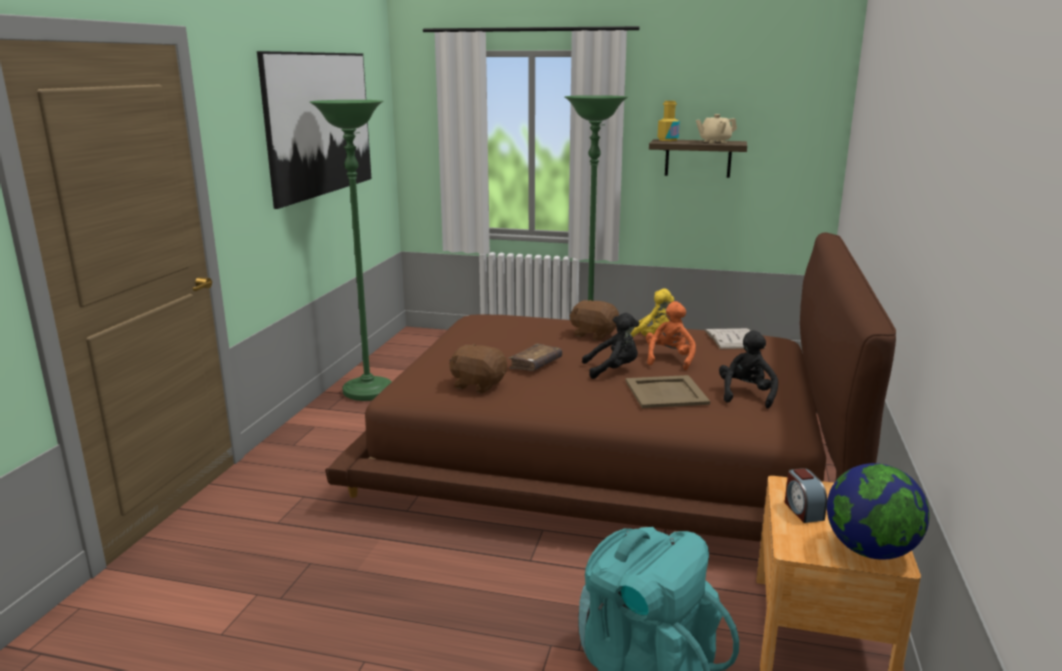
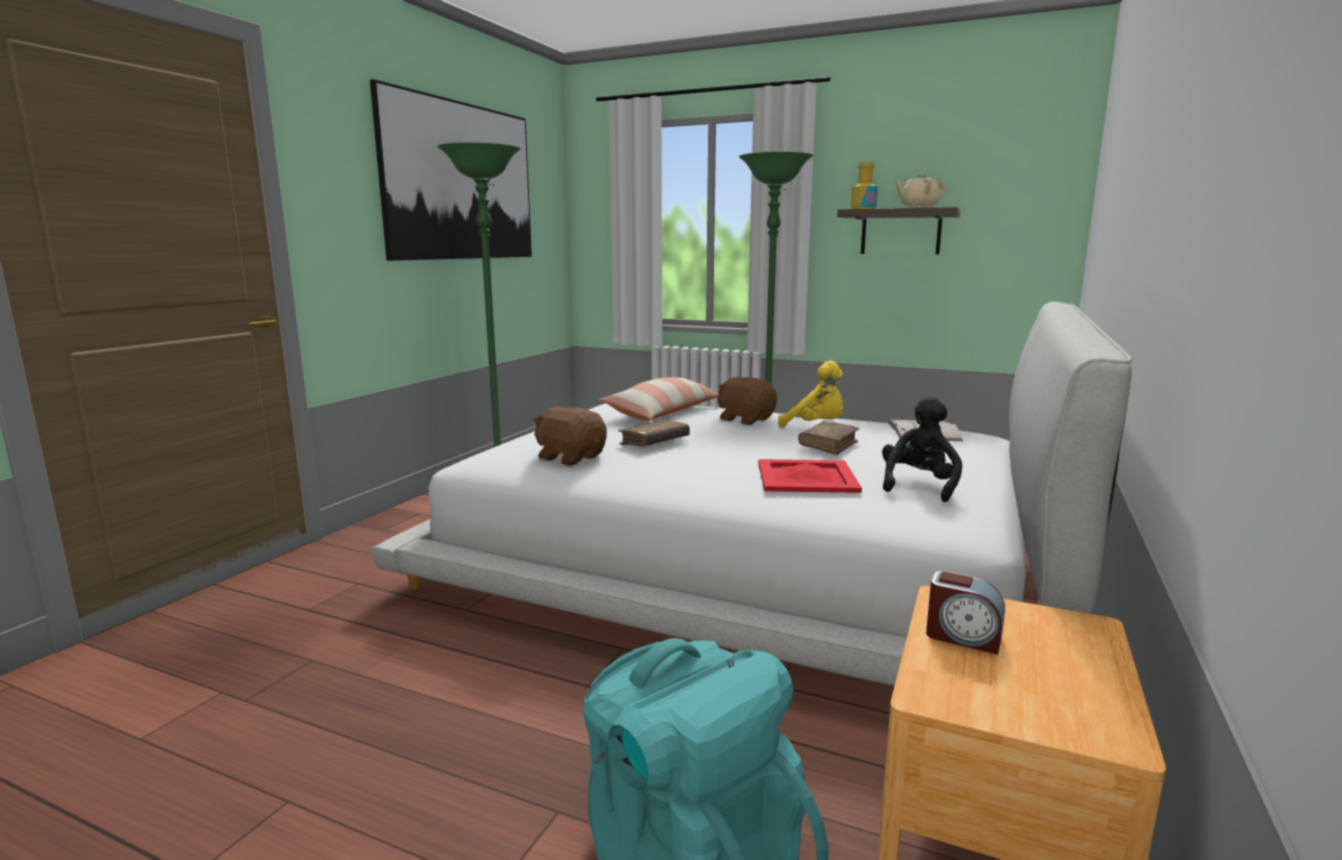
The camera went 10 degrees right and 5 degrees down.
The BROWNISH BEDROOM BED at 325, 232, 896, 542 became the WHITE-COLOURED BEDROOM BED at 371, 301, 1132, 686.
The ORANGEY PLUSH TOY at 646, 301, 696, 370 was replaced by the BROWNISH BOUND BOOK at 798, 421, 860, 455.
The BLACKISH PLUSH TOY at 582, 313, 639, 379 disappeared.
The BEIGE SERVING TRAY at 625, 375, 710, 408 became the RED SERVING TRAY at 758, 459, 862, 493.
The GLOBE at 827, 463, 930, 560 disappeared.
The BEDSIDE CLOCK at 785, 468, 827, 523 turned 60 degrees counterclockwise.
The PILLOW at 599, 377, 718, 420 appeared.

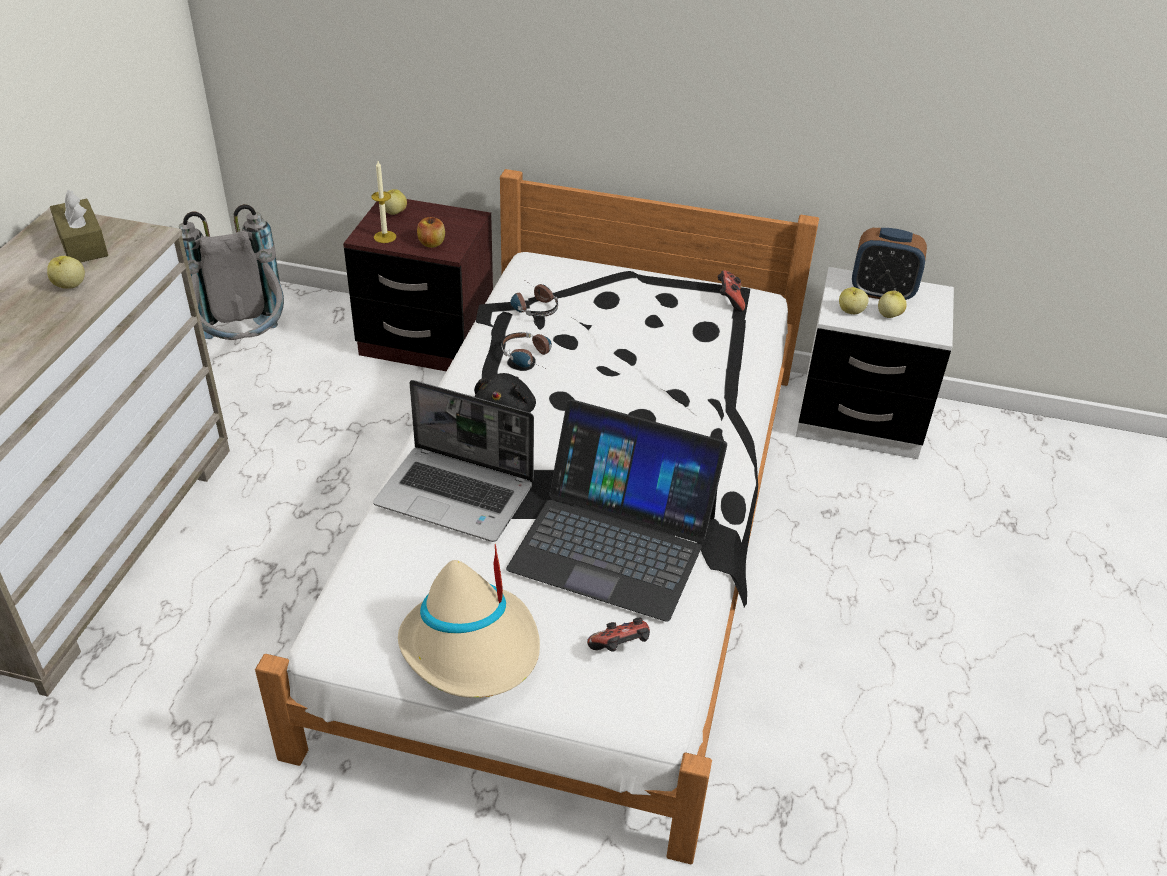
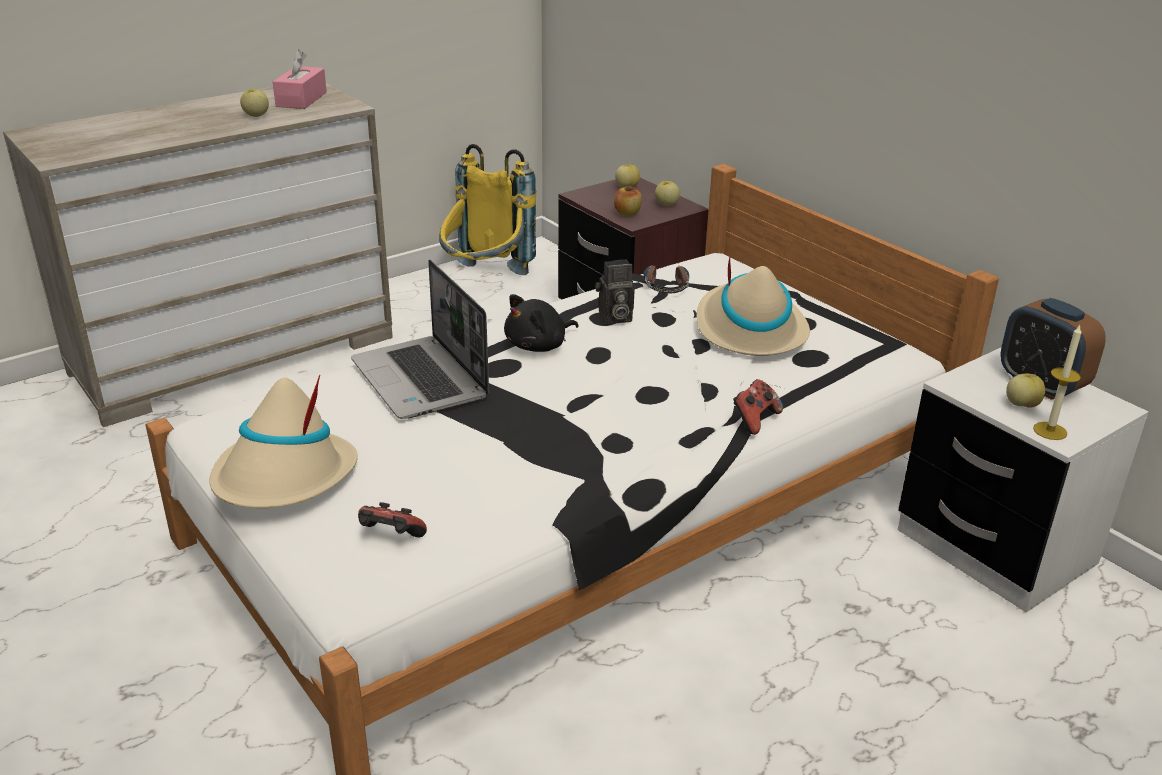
The camera went 40 degrees right and 10 degrees down.
The WAX CANDLE moved from 371, 161, 396, 243 to 1033, 325, 1082, 440.
The BROWNISH BOX OF TISSUES at 50, 190, 108, 262 became the PINK BOX OF TISSUES at 273, 50, 327, 109.
The GRAY RUCKSACK at 179, 204, 284, 340 became the YELLOW-COLOURED RUCKSACK at 439, 144, 536, 275.
The GAMEPAD moved from 717, 270, 745, 312 to 733, 379, 783, 435.
The APPLE FRUIT moved from 839, 287, 869, 314 to 655, 181, 680, 206.
The HEADPHONES at 501, 332, 552, 368 was replaced by the PHOTO CAMERA at 595, 260, 635, 324.
The LAPTOP at 506, 399, 727, 622 disappeared.
The BEIGE CLOTHING HAT at 697, 256, 810, 356 appeared.

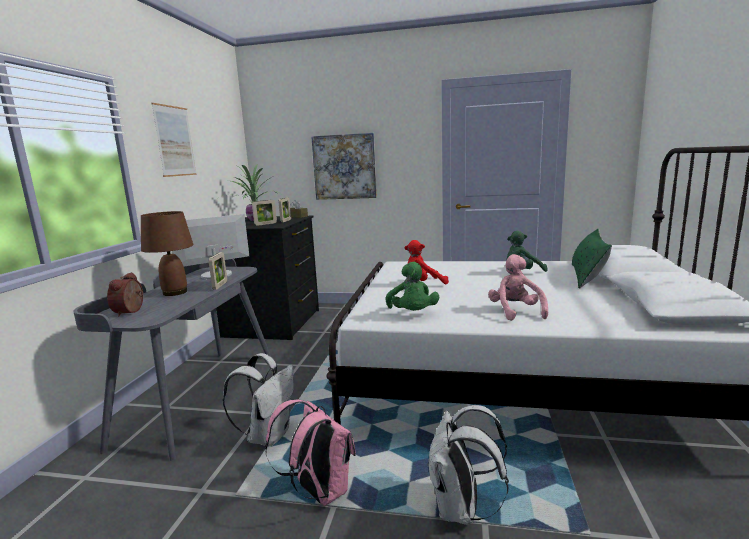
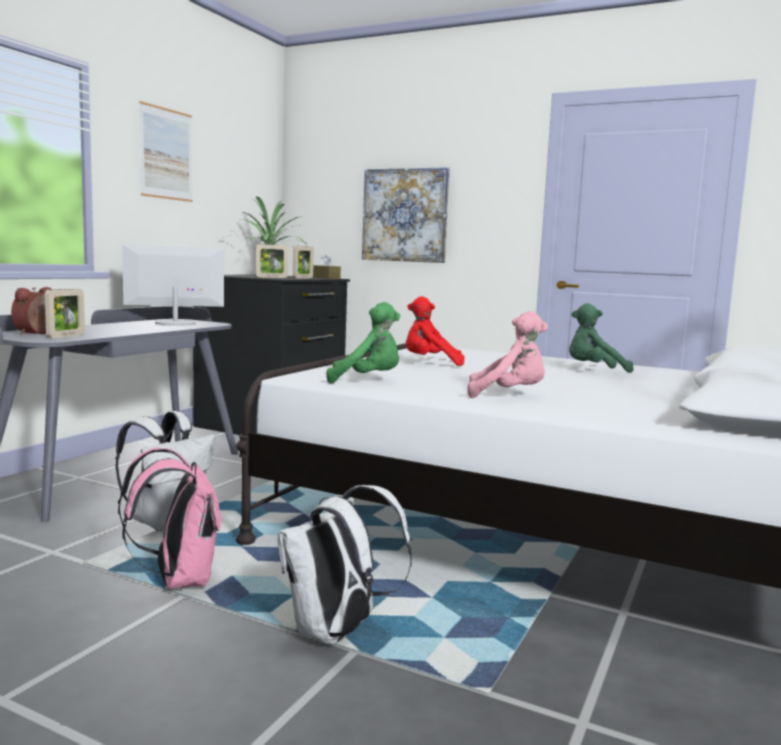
The camera went 15 degrees right and 5 degrees down.
The BROWNISH LAMP FOR A TABLE at 141, 211, 193, 296 disappeared.
The GREEN PILLOW at 572, 229, 612, 289 disappeared.
The STANDING FRAME moved from 208, 252, 227, 290 to 45, 289, 85, 338.
The PINK PLUSH TOY at 488, 254, 548, 321 turned 90 degrees clockwise.
The GREEN PLUSH TOY at 385, 262, 439, 311 turned 90 degrees counterclockwise.

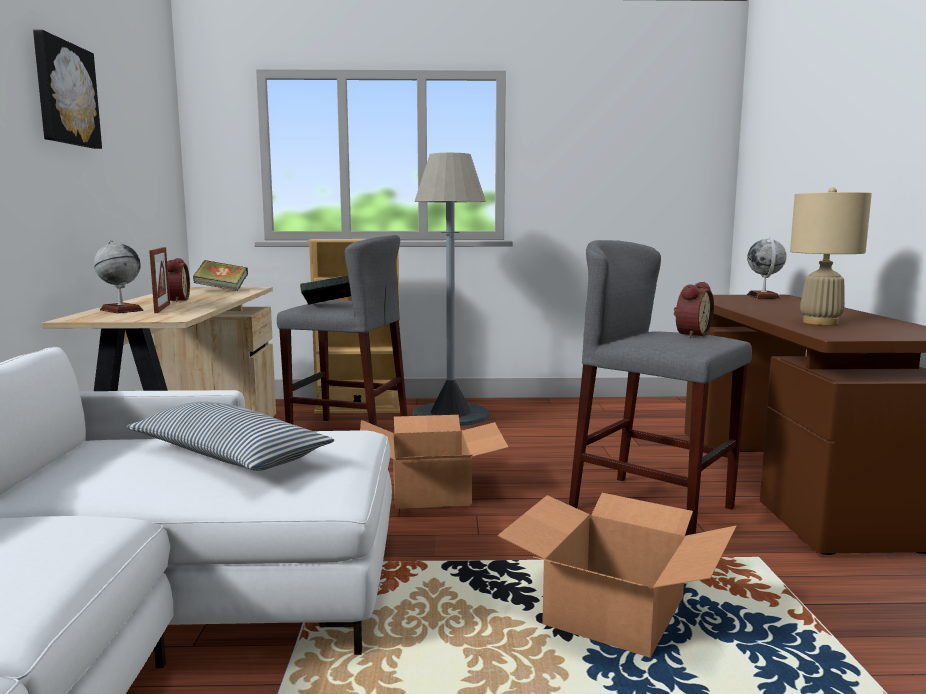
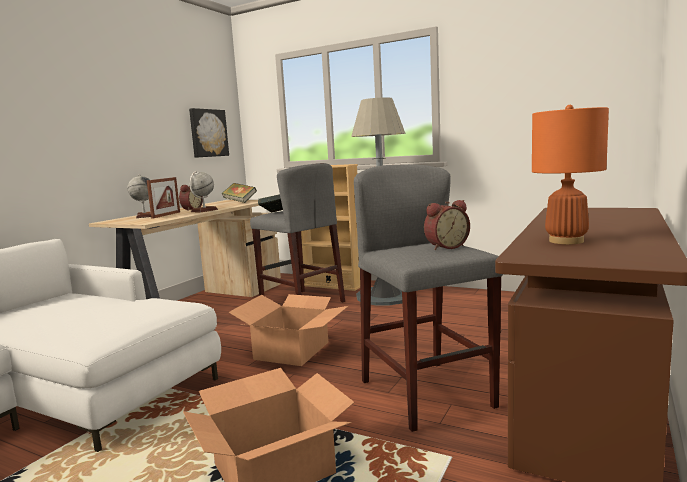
The camera went 30 degrees right and 0 degrees up.
The WALL ART moved from 33, 30, 102, 149 to 189, 108, 229, 158.
The BEIGE LAMP FOR A TABLE at 790, 187, 872, 325 became the ORANGEY LAMP FOR A TABLE at 532, 105, 609, 244.
The GLOBE moved from 747, 237, 787, 299 to 189, 171, 218, 213.
The PILLOW at 127, 402, 334, 471 disappeared.

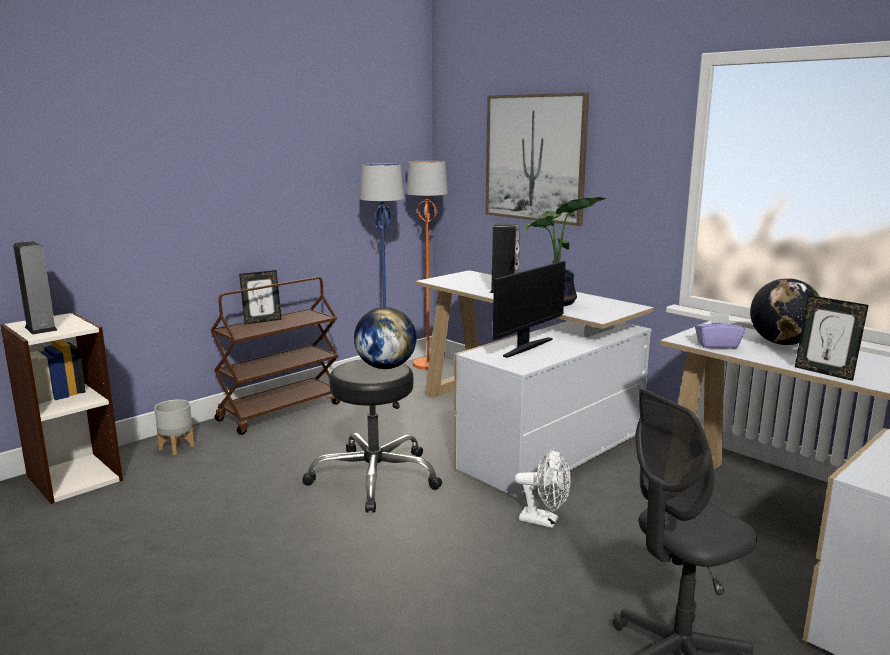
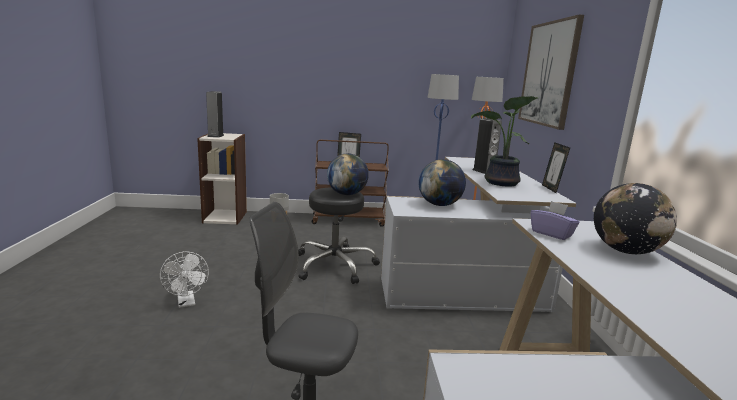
The camera went 40 degrees right and 0 degrees up.
The COMPUTER SCREEN at 493, 261, 566, 358 was replaced by the GLOBE at 419, 159, 466, 206.
The STANDING FRAME moved from 795, 295, 869, 381 to 542, 142, 570, 193.
The WHITE-COLOURED COOLING FAN moved from 515, 448, 571, 528 to 160, 252, 209, 308.

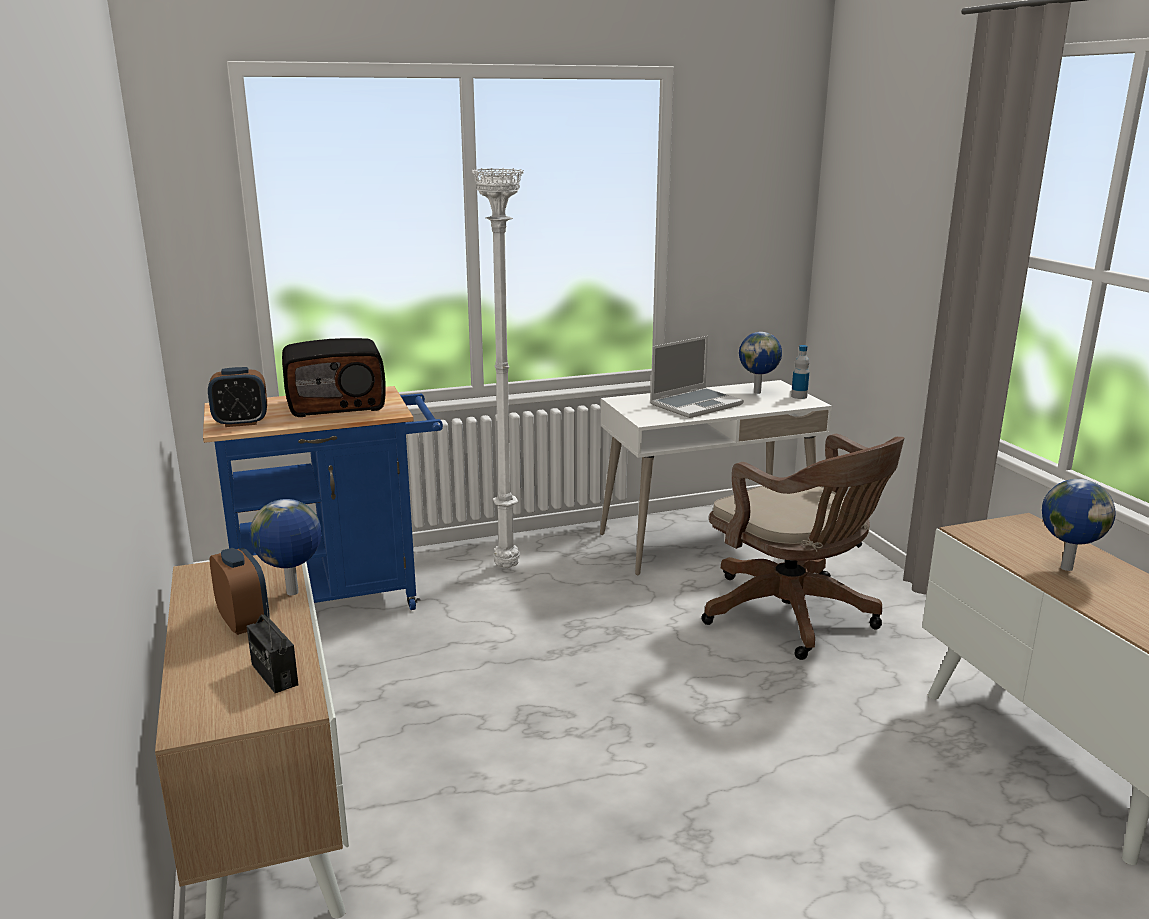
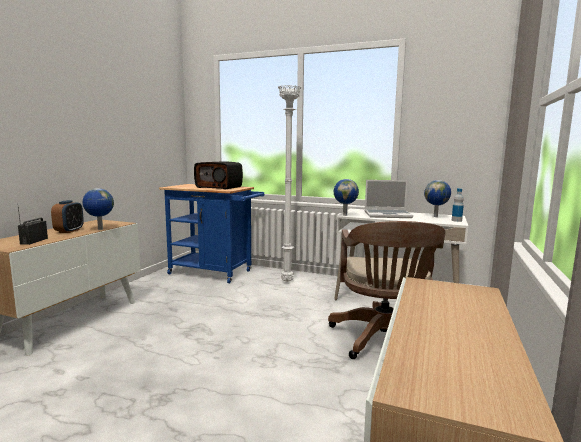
The camera went 40 degrees right and 10 degrees down.
The BEDSIDE CLOCK at 208, 367, 267, 427 disappeared.
The GLOBE moved from 1042, 479, 1116, 571 to 334, 179, 359, 216.

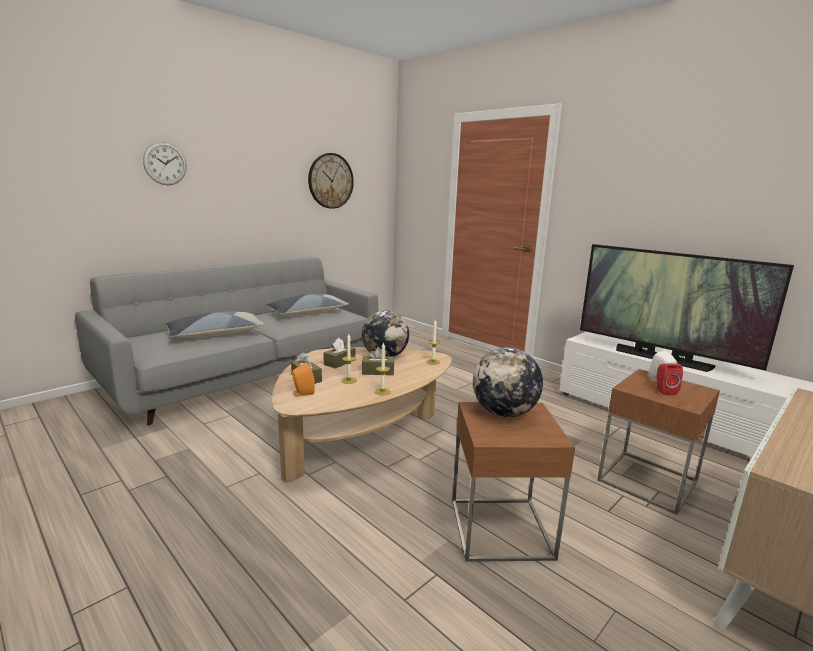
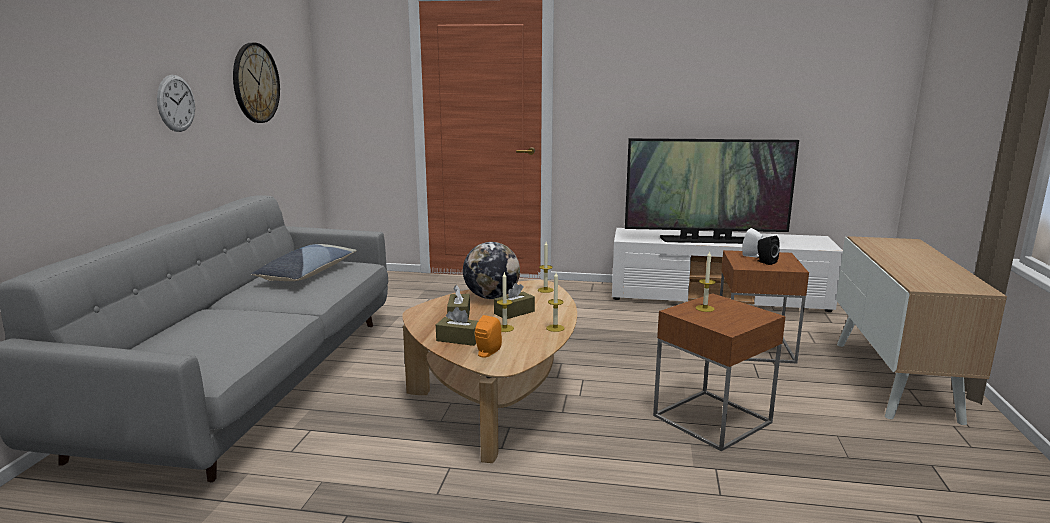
The camera went 35 degrees left and 0 degrees up.
The CLOCK ON THE WALL moved from 143, 142, 187, 185 to 157, 75, 195, 132.
The PILLOW at 166, 312, 265, 338 disappeared.
The GLOBE at 473, 348, 543, 417 was replaced by the WAX CANDLE at 696, 252, 715, 312.
The RED AUDIO SPEAKER at 657, 364, 683, 395 became the BLACKISH AUDIO SPEAKER at 756, 236, 780, 265.

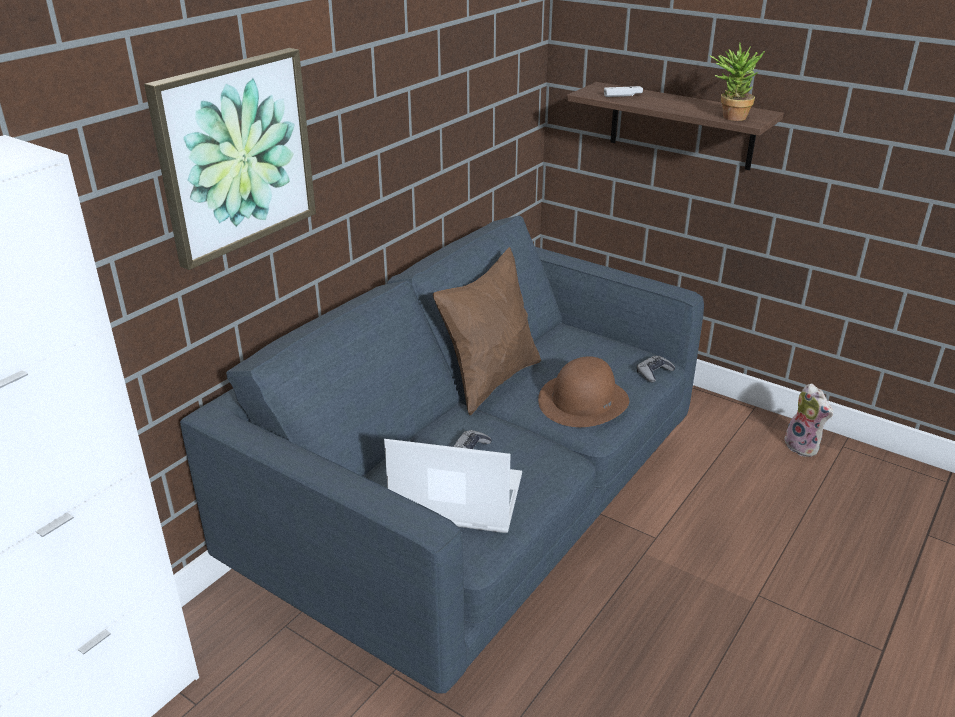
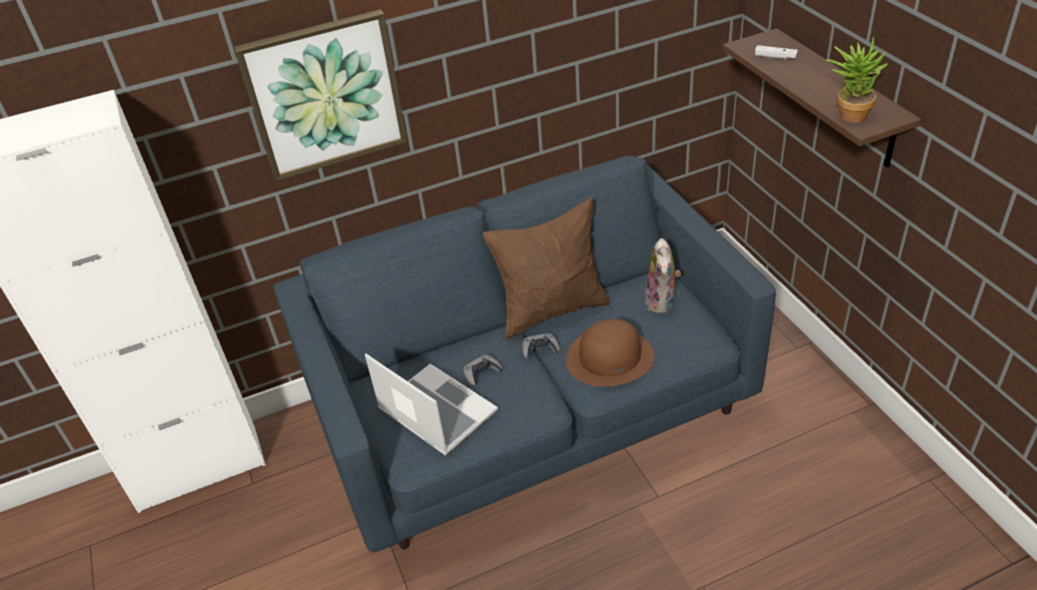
The camera went 35 degrees right and 10 degrees up.
The GRAY GAMEPAD moved from 637, 356, 675, 382 to 522, 333, 560, 359.
The PLUSH TOY moved from 783, 384, 833, 457 to 644, 238, 681, 314.

